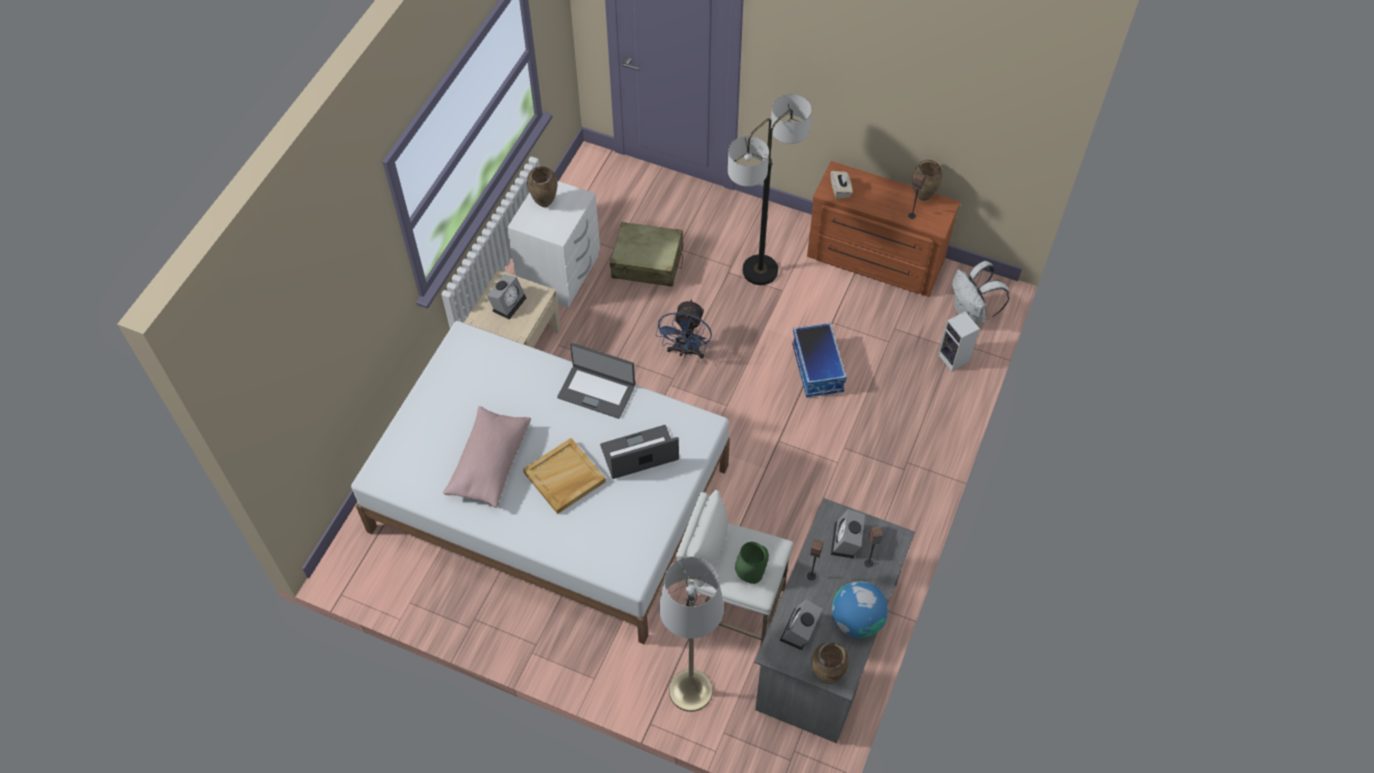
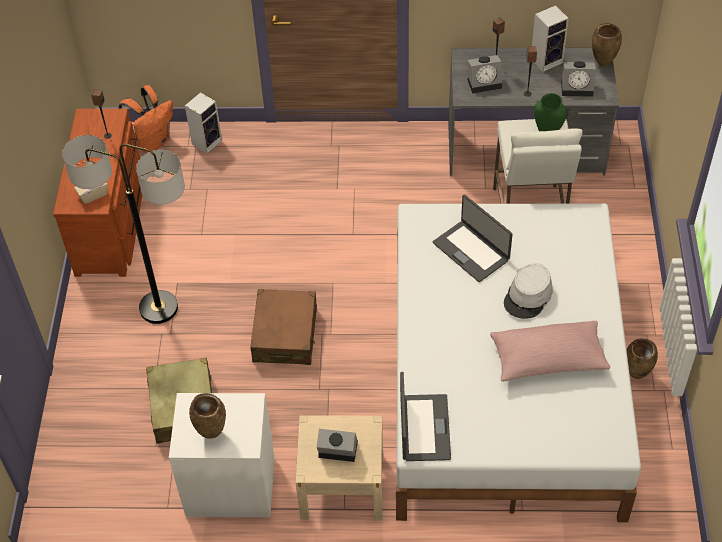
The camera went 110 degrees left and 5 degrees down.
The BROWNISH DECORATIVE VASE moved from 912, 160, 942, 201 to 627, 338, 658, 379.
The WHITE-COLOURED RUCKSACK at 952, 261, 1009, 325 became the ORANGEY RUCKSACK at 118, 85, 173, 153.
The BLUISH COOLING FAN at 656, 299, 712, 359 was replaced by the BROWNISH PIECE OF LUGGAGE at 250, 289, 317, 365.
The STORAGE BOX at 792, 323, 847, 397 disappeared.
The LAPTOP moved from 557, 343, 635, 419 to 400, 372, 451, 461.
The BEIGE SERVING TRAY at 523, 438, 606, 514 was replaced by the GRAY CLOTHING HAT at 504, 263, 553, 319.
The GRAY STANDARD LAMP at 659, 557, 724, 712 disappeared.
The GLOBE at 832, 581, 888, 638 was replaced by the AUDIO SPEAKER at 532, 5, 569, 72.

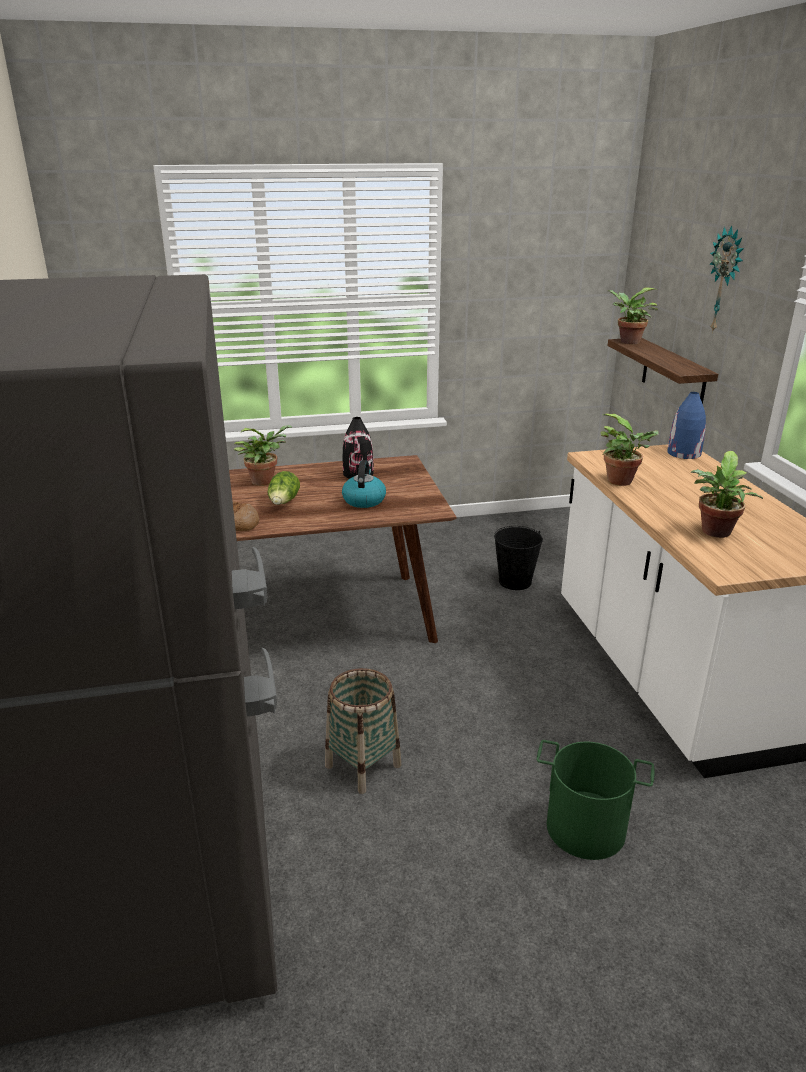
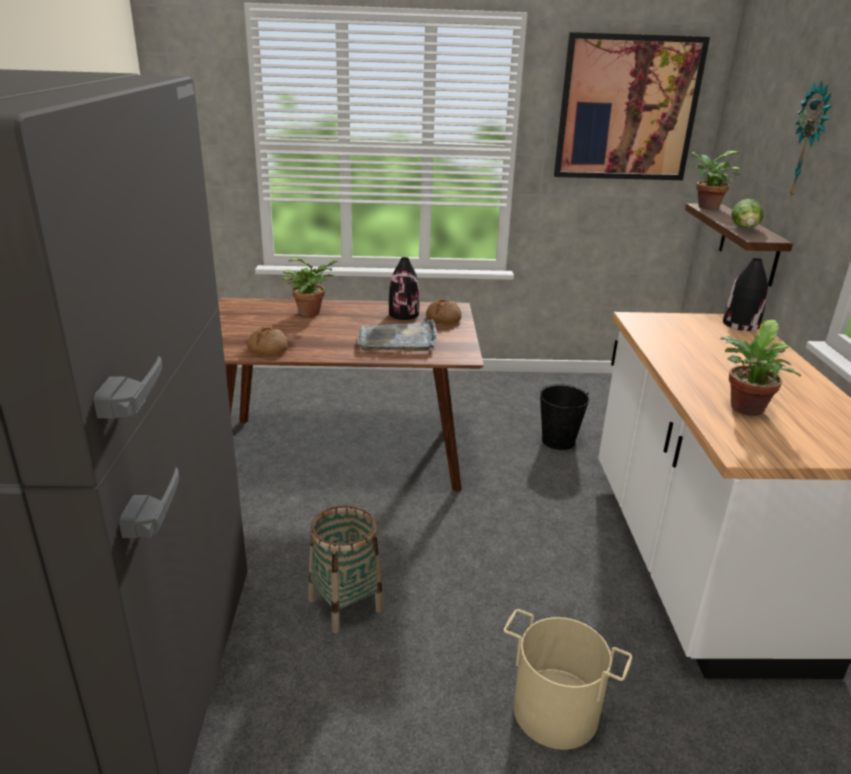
The camera went 10 degrees right and 0 degrees up.
The BLUISH DECORATIVE VASE at 667, 392, 706, 459 became the BLACKISH DECORATIVE VASE at 723, 258, 768, 331.
The HOUSEPLANT at 601, 413, 659, 486 disappeared.
The KETTLE at 342, 460, 386, 508 was replaced by the GRAY SERVING TRAY at 357, 319, 437, 351.
The LETTUCE moved from 268, 471, 300, 505 to 731, 199, 763, 228.
The GREEN WATER BUCKET at 537, 740, 654, 860 became the BEIGE WATER BUCKET at 503, 609, 632, 750.
The WALL ART at 554, 32, 710, 180 appeared.
The BREAD at 426, 299, 462, 324 appeared.

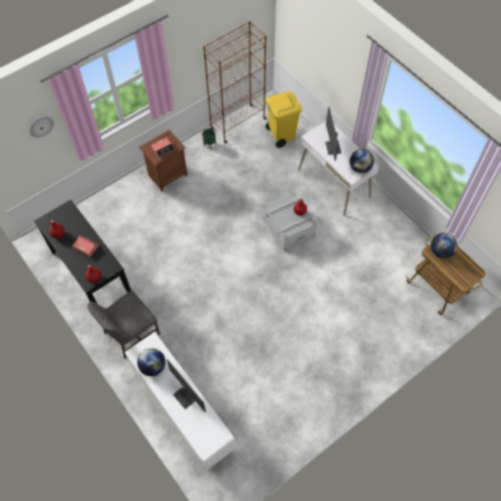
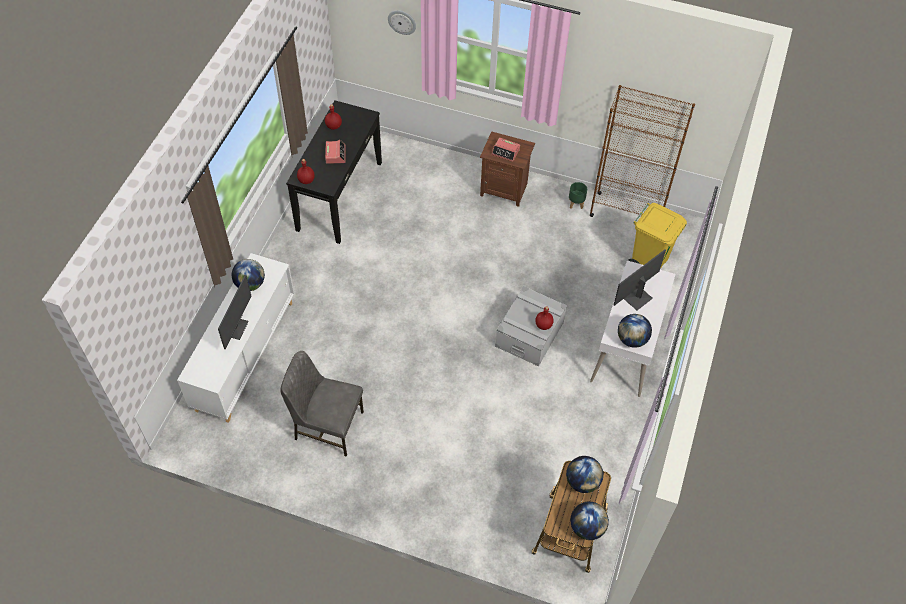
The camera went 55 degrees right and 5 degrees down.
The GRAY UPRIGHT CHAIR moved from 87, 290, 160, 358 to 280, 351, 364, 457.
The GLOBE at 570, 502, 609, 540 appeared.

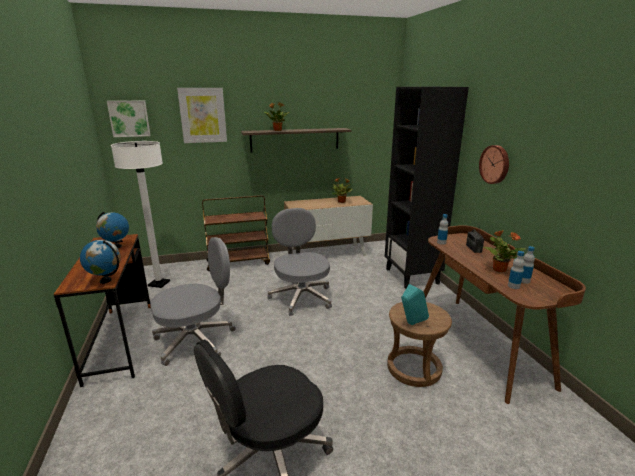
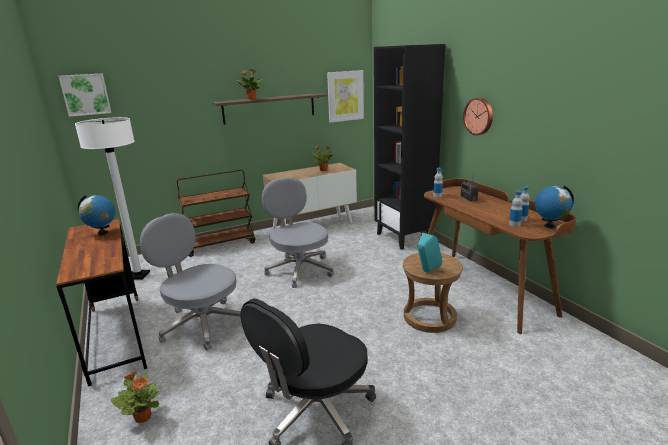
The camera went 10 degrees left and 0 degrees up.
The WALL ART moved from 177, 88, 227, 143 to 327, 70, 364, 123.
The HOUSEPLANT moved from 483, 230, 526, 272 to 111, 371, 159, 423.
The GRAY OFFICE CHAIR at 151, 237, 236, 366 turned 105 degrees counterclockwise.
The GLOBE moved from 80, 240, 120, 284 to 535, 185, 574, 229.

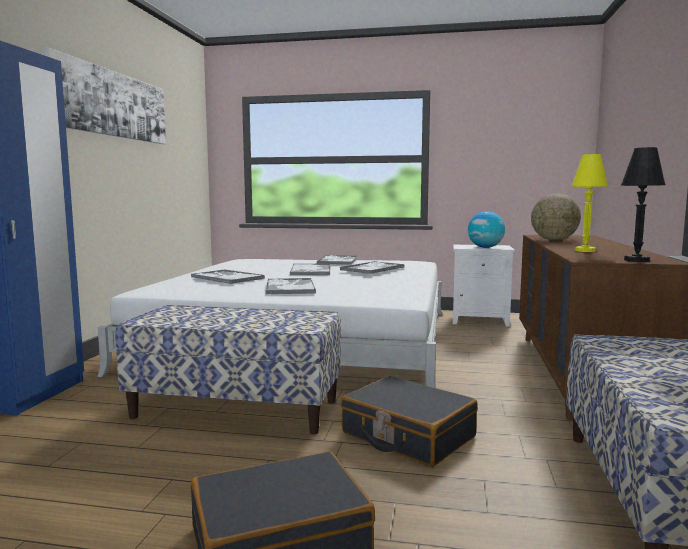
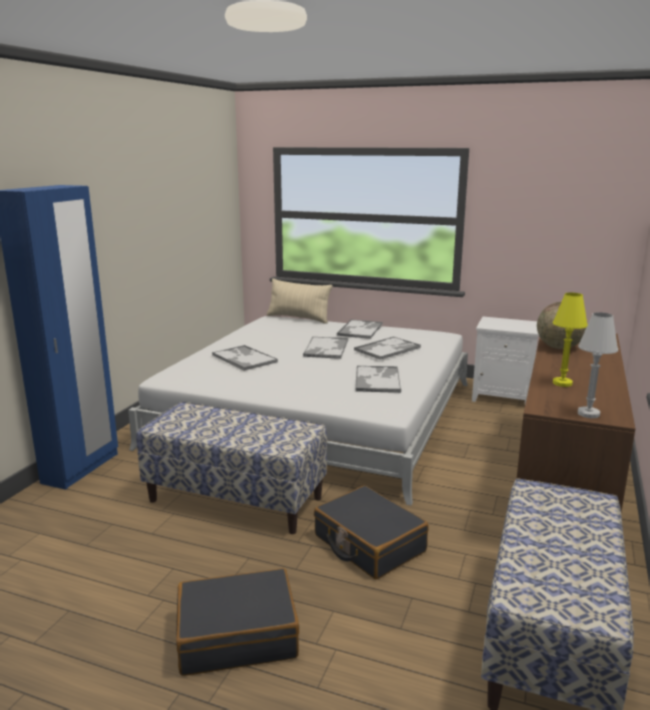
The camera went 10 degrees right and 10 degrees up.
The WALL ART at 42, 47, 166, 144 disappeared.
The BLACKISH LAMP FOR A TABLE at 621, 147, 666, 262 became the WHITE-COLOURED LAMP FOR A TABLE at 578, 312, 618, 418.
The GLOBE at 468, 211, 505, 248 disappeared.
The SERVING TRAY moved from 265, 278, 316, 294 to 355, 366, 401, 393.
The BEIGE PILLOW at 267, 279, 332, 324 appeared.

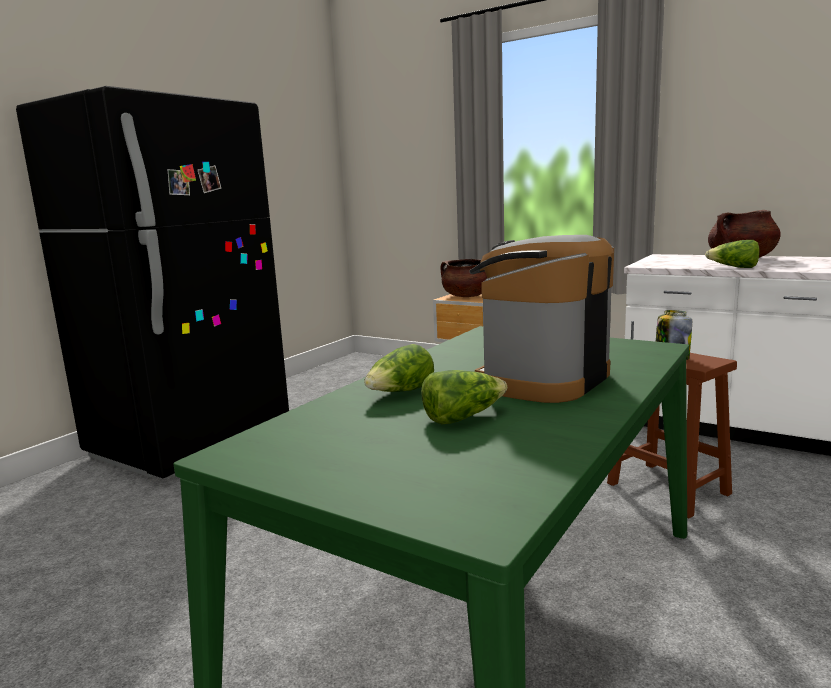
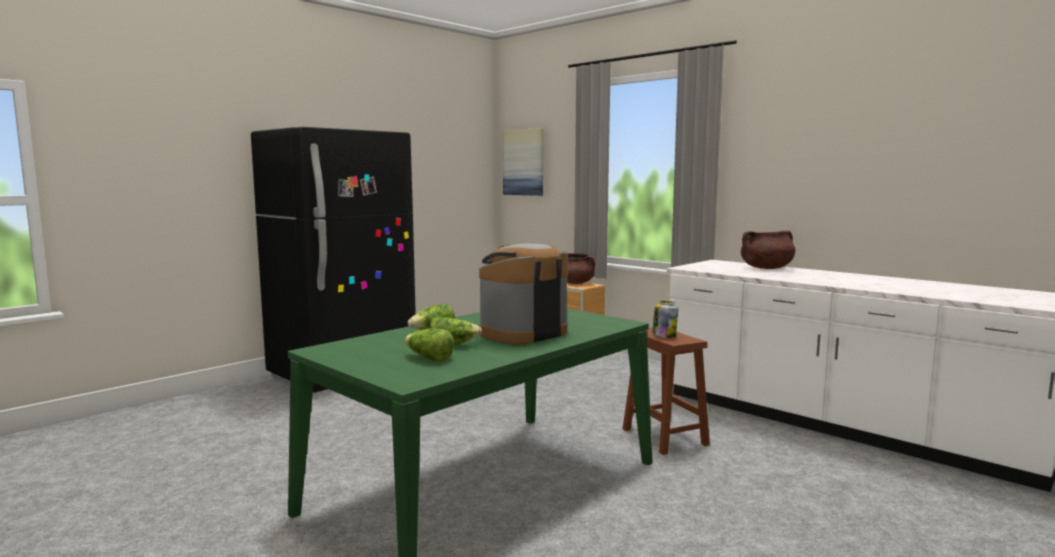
The camera went 10 degrees right and 5 degrees down.
The LETTUCE moved from 705, 240, 760, 268 to 405, 328, 454, 362.
The WALL ART at 503, 128, 543, 196 appeared.

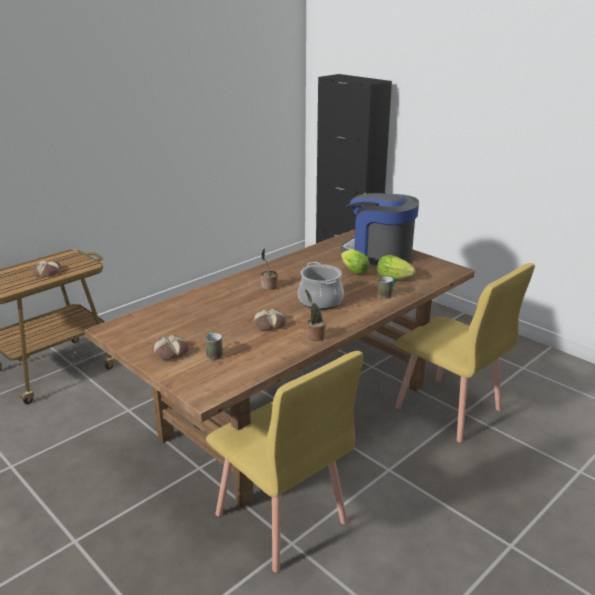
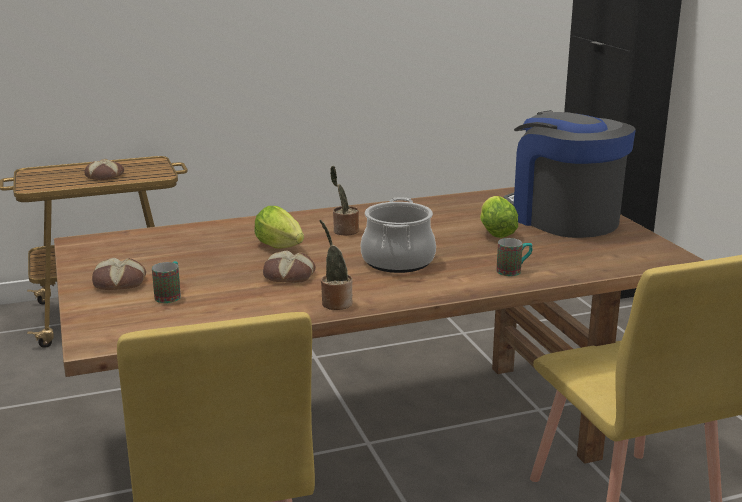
The camera went 25 degrees right and 5 degrees down.
The LETTUCE moved from 377, 255, 416, 280 to 254, 206, 304, 249.

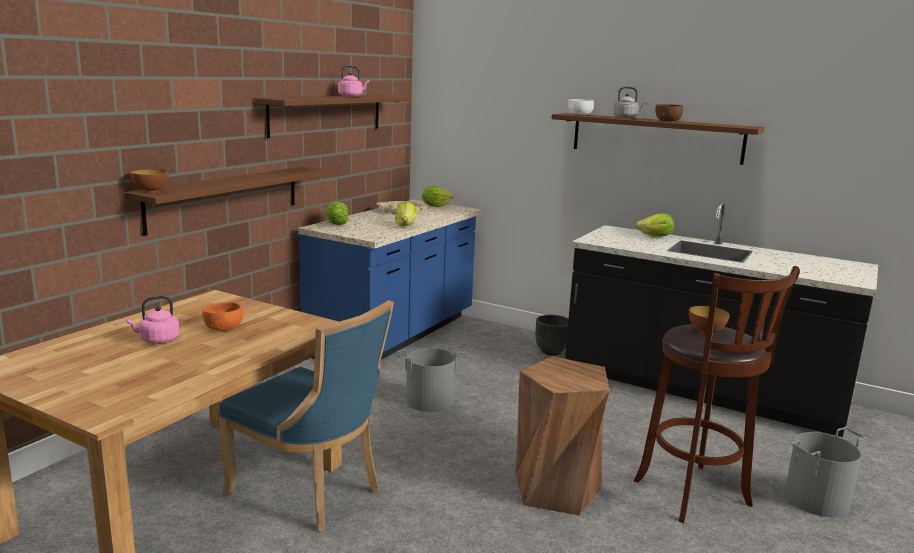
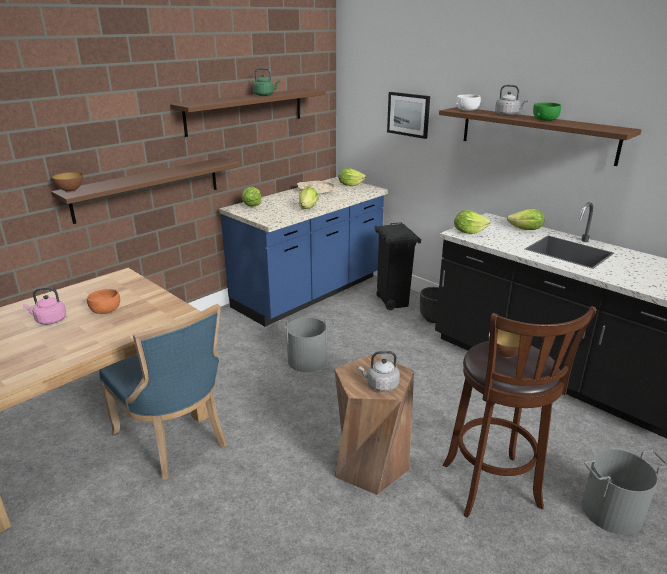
The camera went 15 degrees right and 10 degrees up.
The PINK KETTLE at 338, 65, 369, 97 became the GREEN KETTLE at 253, 68, 280, 96.
The BROWNISH SERVING BOWL at 655, 104, 683, 121 became the GREEN SERVING BOWL at 533, 103, 561, 121.
The WALL ART at 387, 92, 430, 139 appeared.
The LETTUCE at 454, 210, 490, 234 appeared.
The BLACKISH TRASH CAN at 375, 222, 421, 310 appeared.
The GRAY KETTLE at 358, 351, 400, 392 appeared.

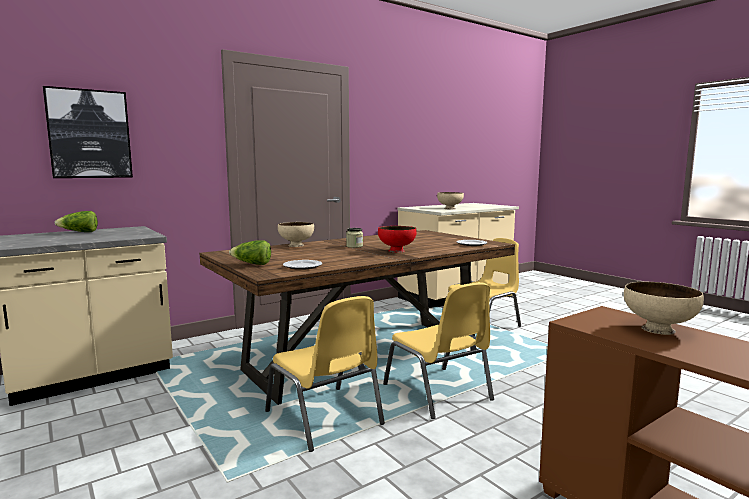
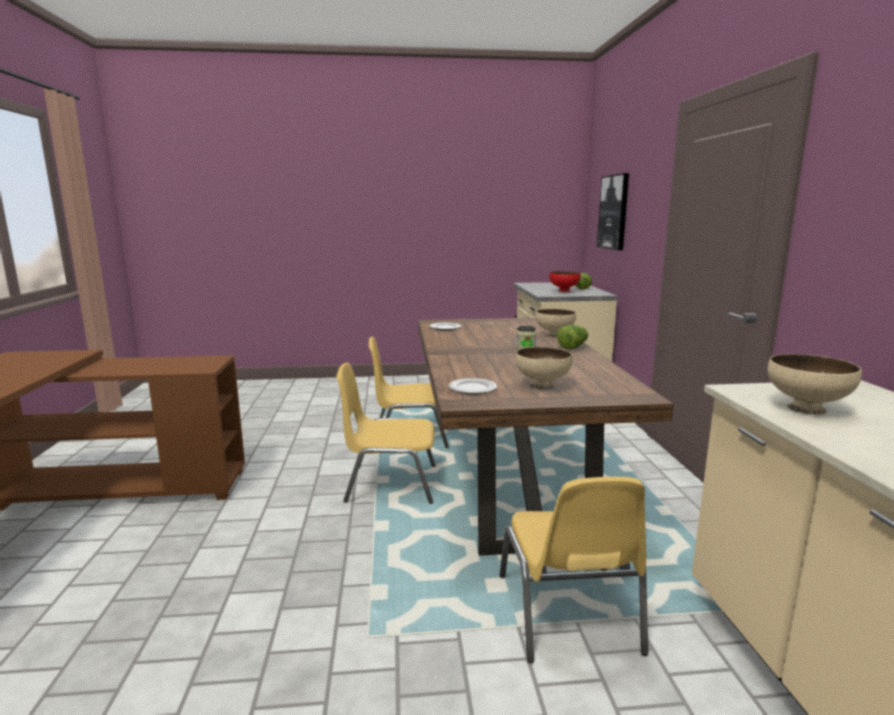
The camera went 120 degrees right and 5 degrees up.
The RED SERVING BOWL moved from 378, 226, 417, 253 to 549, 271, 581, 293.
The LETTUCE moved from 229, 240, 271, 265 to 557, 325, 588, 350.
The BEIGE SERVING BOWL moved from 624, 282, 704, 335 to 515, 347, 572, 389.

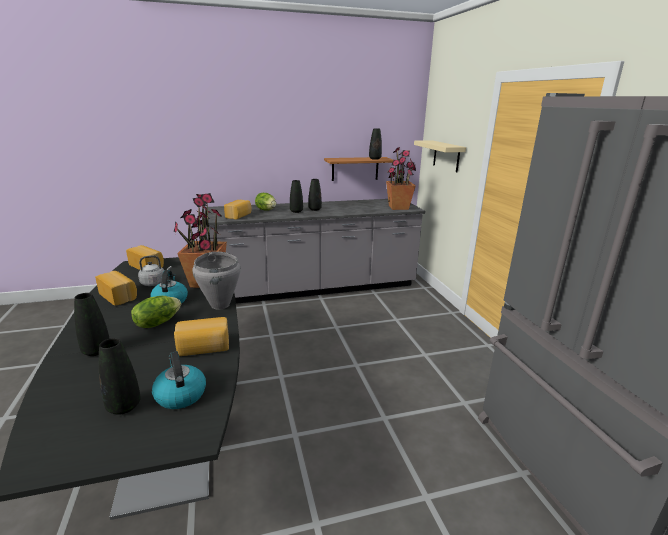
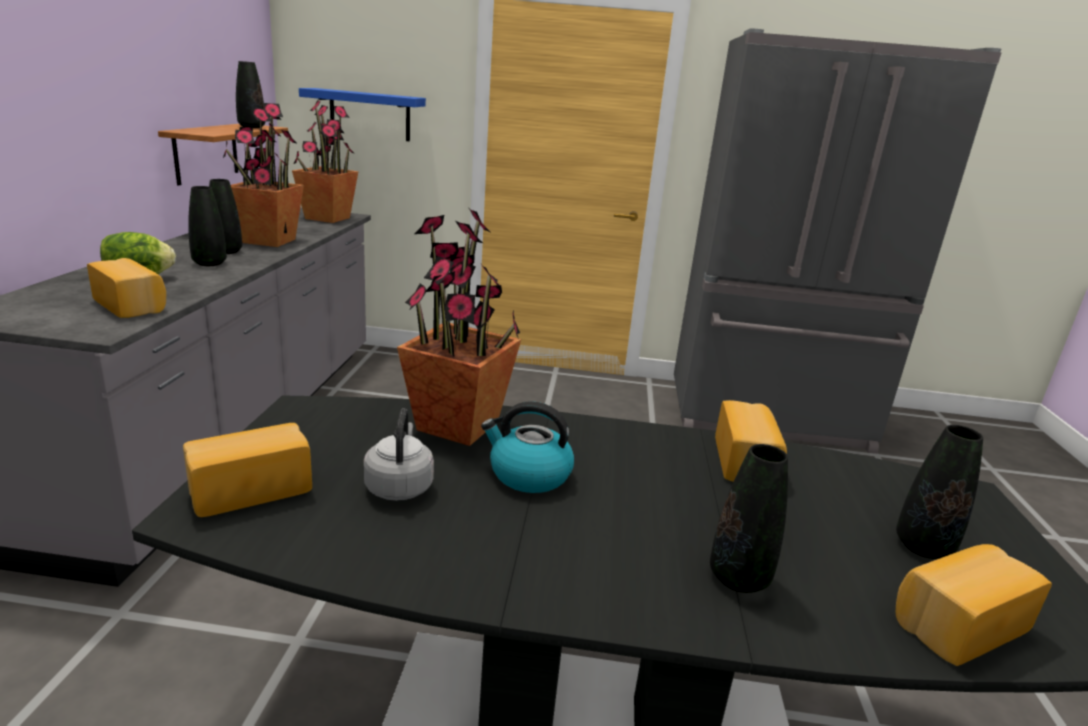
The camera went 70 degrees left and 0 degrees up.
The BEIGE BRACKET SHELF at 414, 140, 466, 172 became the BLUISH BRACKET SHELF at 299, 88, 426, 141.
The GRAY STOCKPOT at 192, 252, 241, 310 disappeared.
The BREAD moved from 95, 271, 137, 306 to 896, 544, 1052, 666.
The LETTUCE at 131, 296, 181, 328 disappeared.
The KETTLE at 152, 351, 206, 409 disappeared.
The HOUSEPLANT at 223, 103, 304, 247 appeared.

